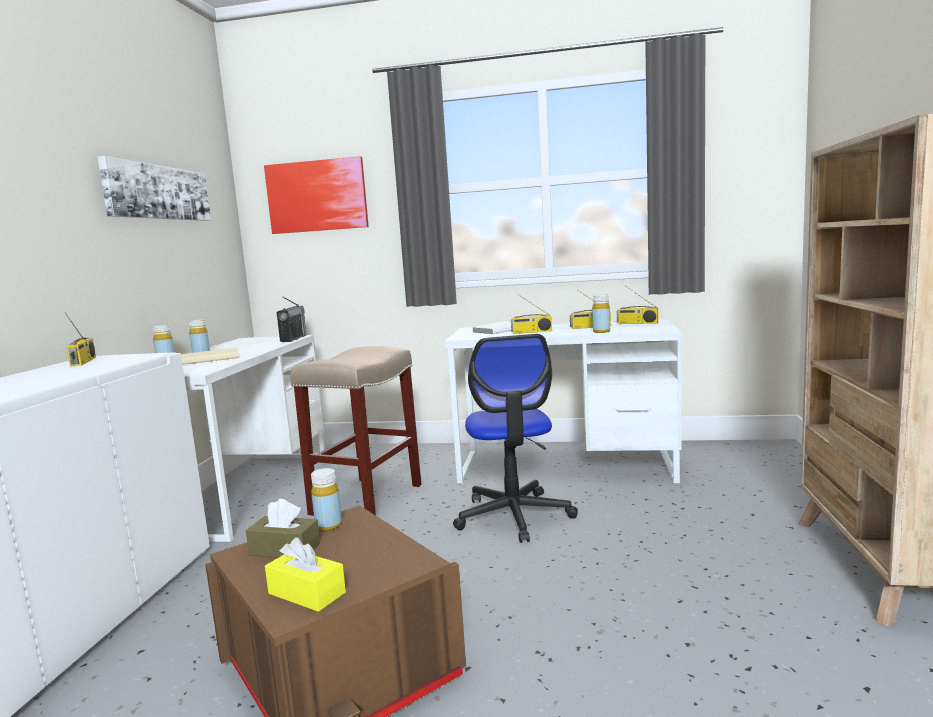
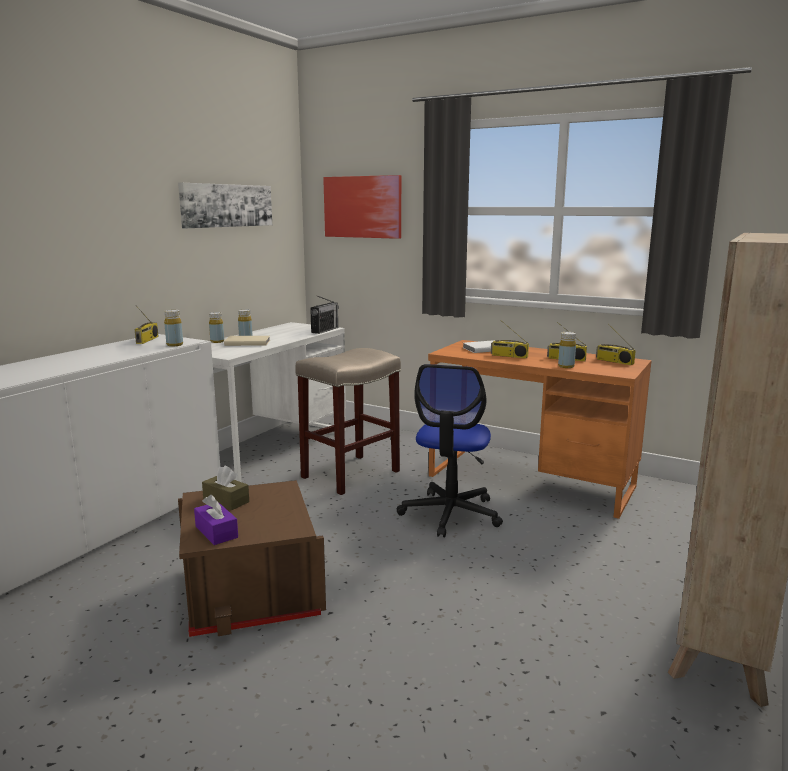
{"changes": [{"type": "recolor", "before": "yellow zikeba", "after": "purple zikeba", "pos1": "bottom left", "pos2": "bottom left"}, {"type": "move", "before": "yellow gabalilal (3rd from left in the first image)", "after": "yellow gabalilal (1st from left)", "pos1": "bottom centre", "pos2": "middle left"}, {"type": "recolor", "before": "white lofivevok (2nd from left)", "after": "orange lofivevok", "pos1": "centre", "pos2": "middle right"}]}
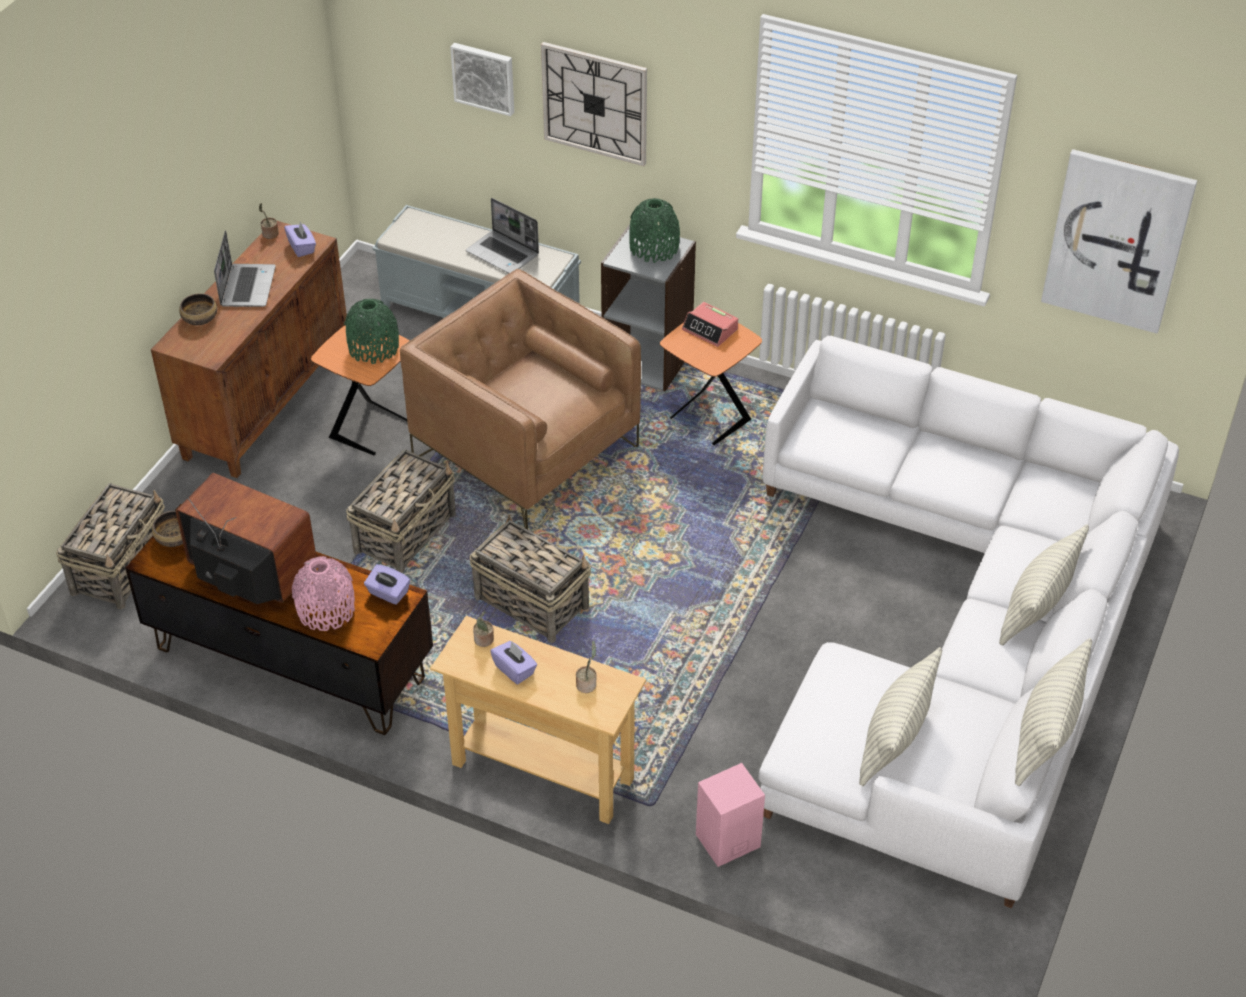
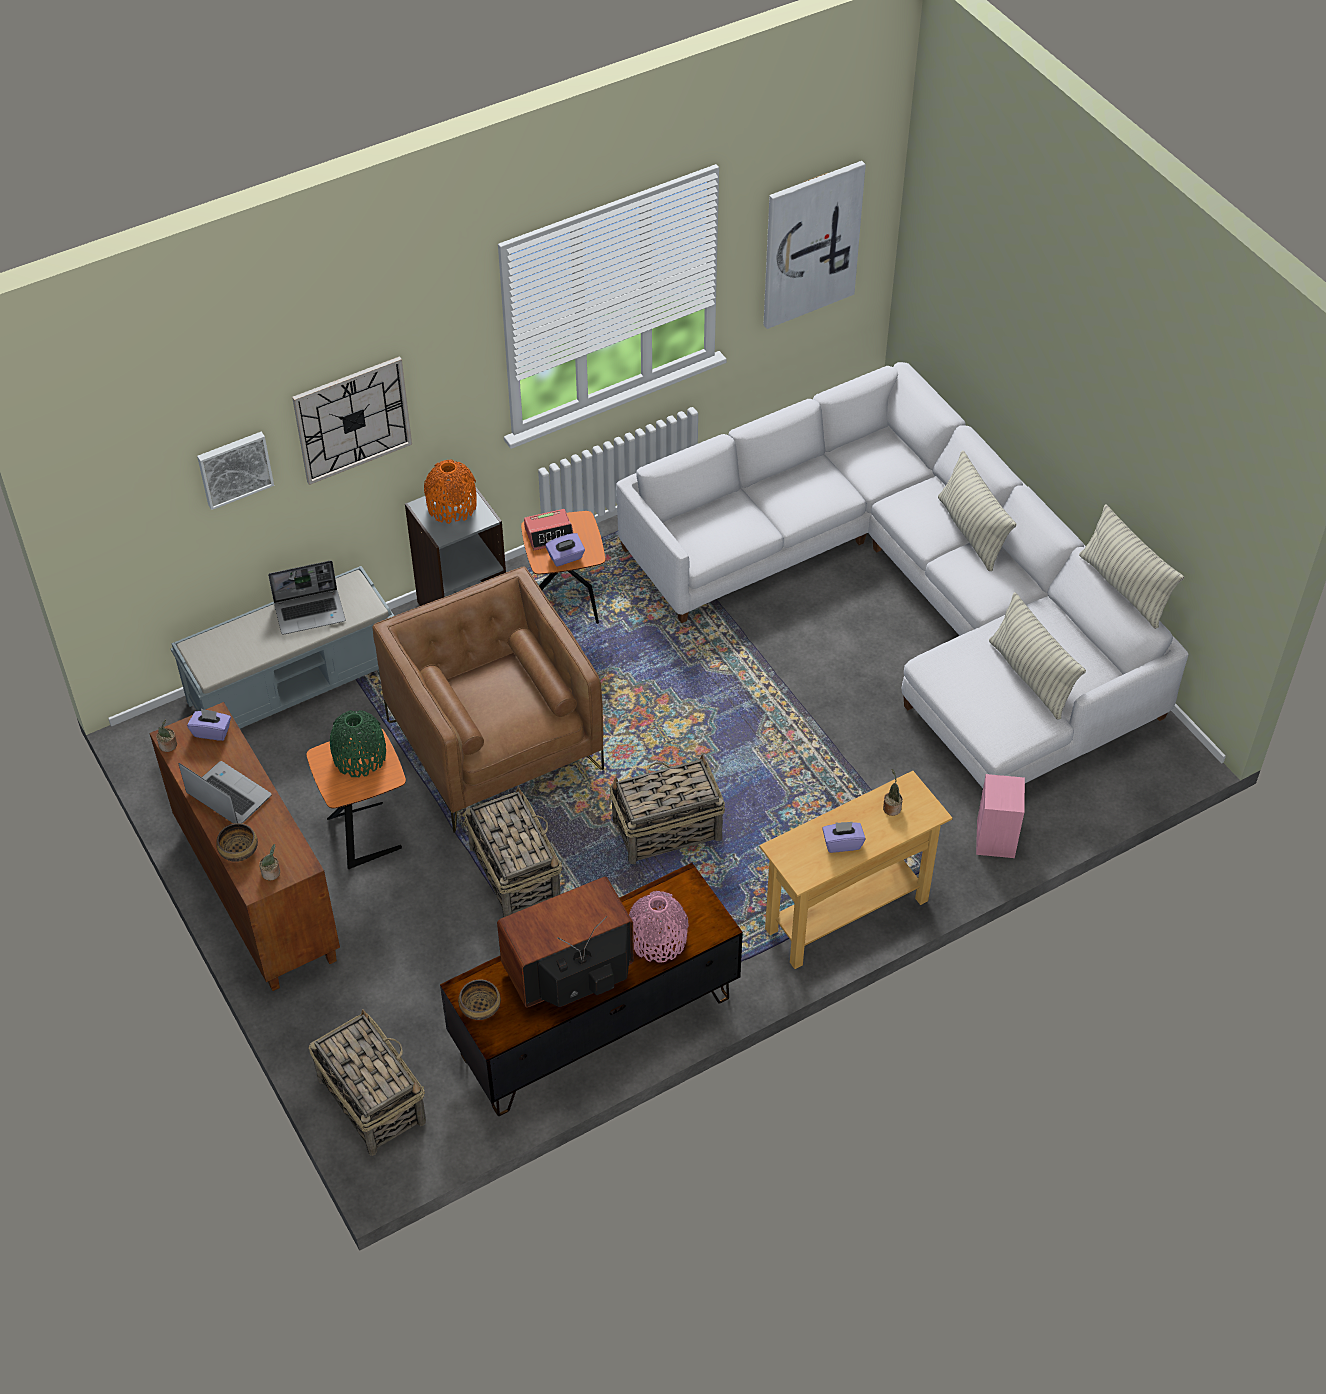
{"changes": [{"type": "move", "before": "purple zikeba (2nd from left)", "pos1": "middle left", "pos2": "centre"}, {"type": "rotate", "before": "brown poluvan", "pos1": "centre", "pos2": "centre", "turn": 75}, {"type": "move", "before": "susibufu (2nd from left)", "pos1": "centre", "pos2": "middle left"}, {"type": "recolor", "before": "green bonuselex (2nd from left)", "after": "orange bonuselex", "pos1": "top centre", "pos2": "centre"}]}
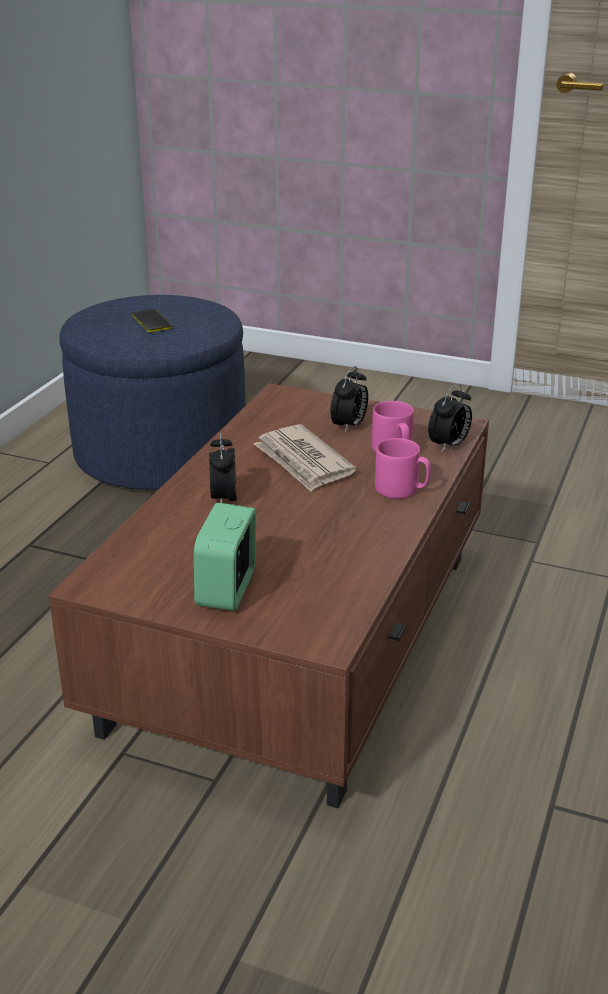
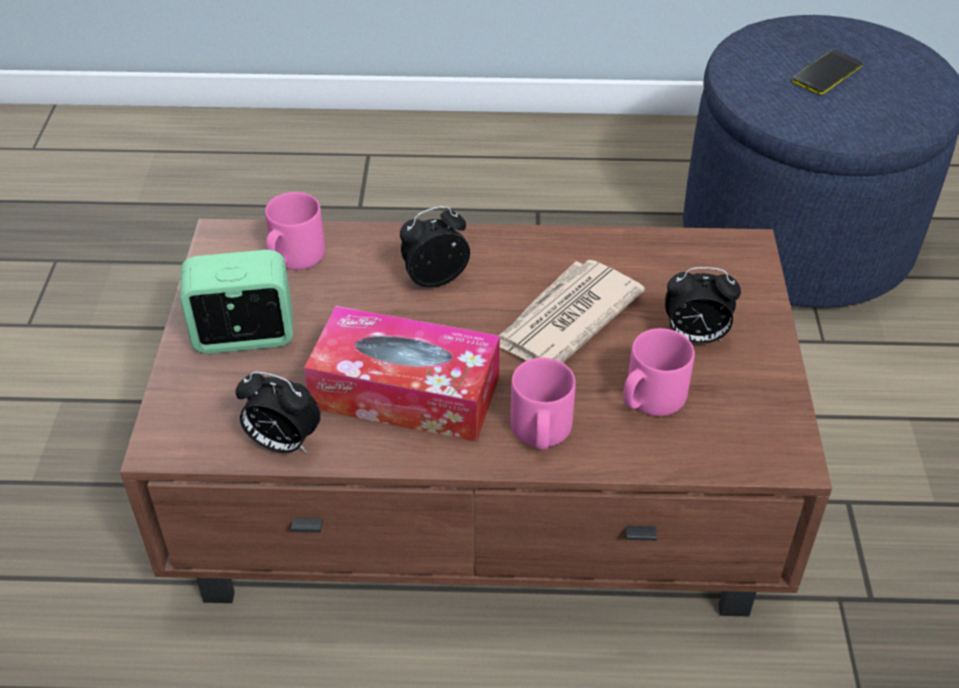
{"changes": [{"type": "move", "before": "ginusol (4th from left in the first image)", "after": "ginusol (2nd from left)", "pos1": "middle right", "pos2": "middle left"}, {"type": "insert", "after": "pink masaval (1st from left)", "pos2": "middle left"}, {"type": "insert", "after": "zikeba", "pos2": "centre"}]}
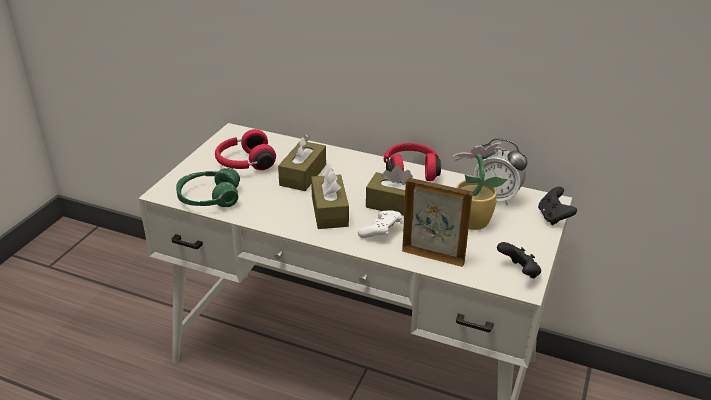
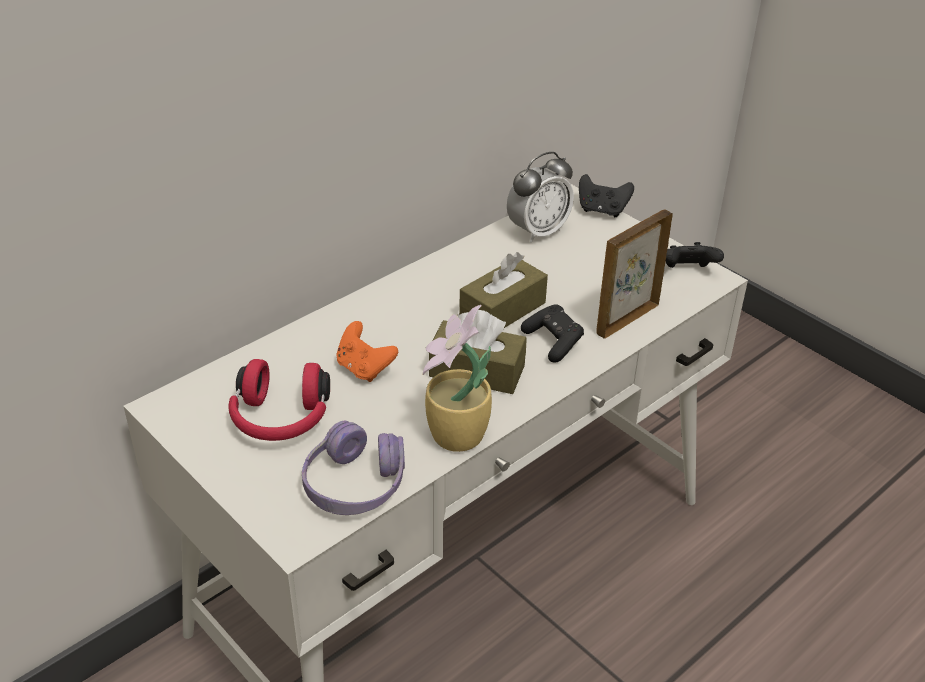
{"changes": [{"type": "recolor", "before": "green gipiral", "after": "purple gipiral", "pos1": "middle left", "pos2": "bottom centre"}, {"type": "replace", "before": "brown zikeba (1st from left)", "after": "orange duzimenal", "pos1": "centre", "pos2": "centre"}, {"type": "recolor", "before": "white duzimenal", "after": "black duzimenal (1st from left)", "pos1": "centre", "pos2": "centre"}, {"type": "delete", "before": "red gipiral (2nd from left)", "pos1": "centre"}, {"type": "move", "before": "susibufu", "pos1": "middle right", "pos2": "centre"}]}
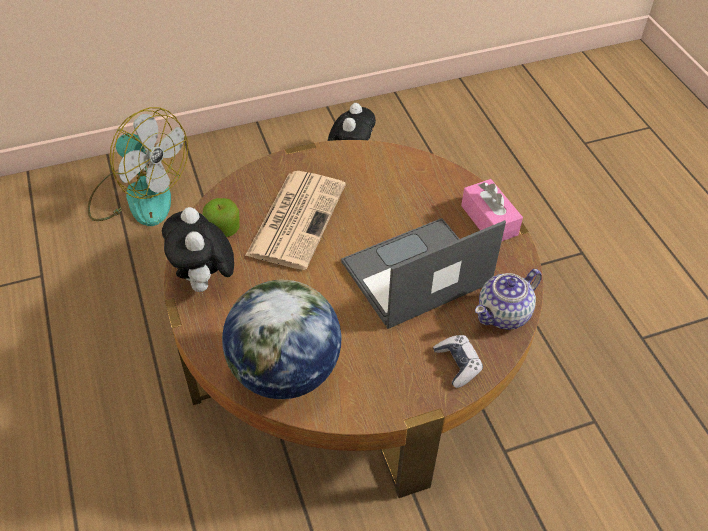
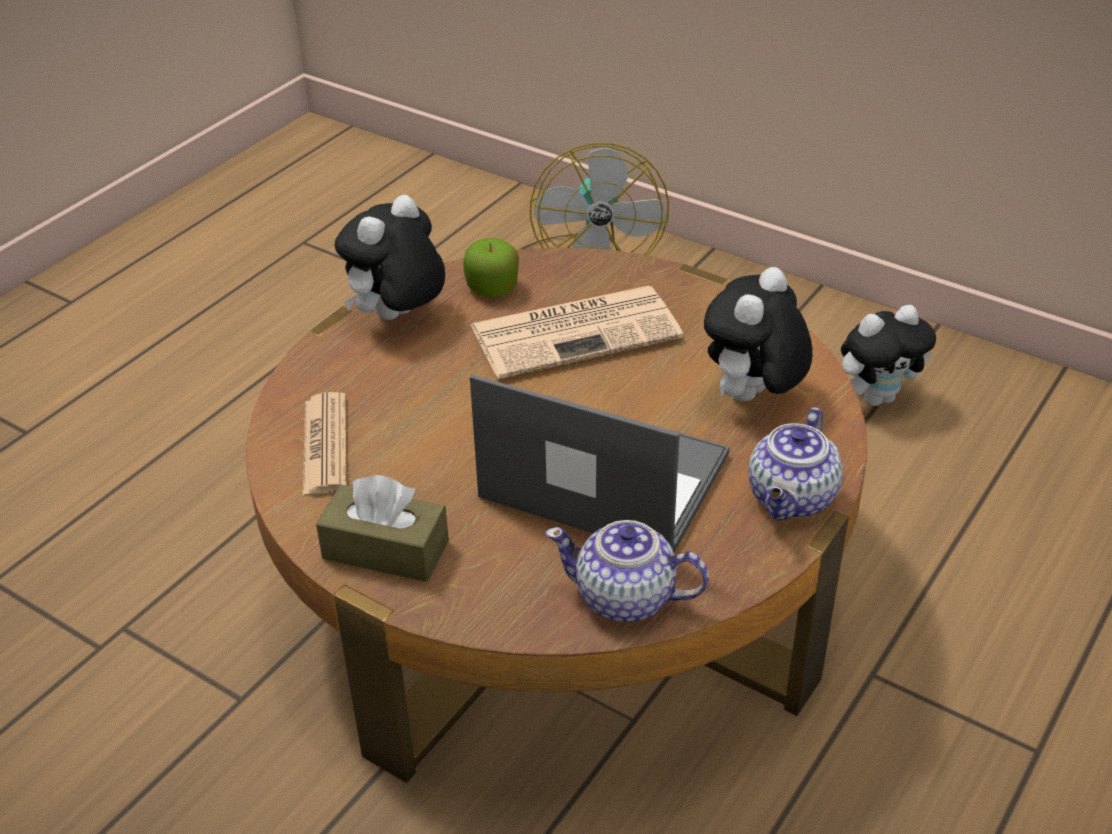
{"changes": [{"type": "replace", "before": "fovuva", "after": "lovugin (1st from left)", "pos1": "centre", "pos2": "middle left"}, {"type": "delete", "before": "duzimenal", "pos1": "bottom centre"}, {"type": "replace", "before": "pink zikeba", "after": "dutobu (2nd from left)", "pos1": "middle right", "pos2": "middle right"}, {"type": "insert", "after": "brown zikeba", "pos2": "centre"}, {"type": "insert", "after": "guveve (2nd from left)", "pos2": "middle right"}]}
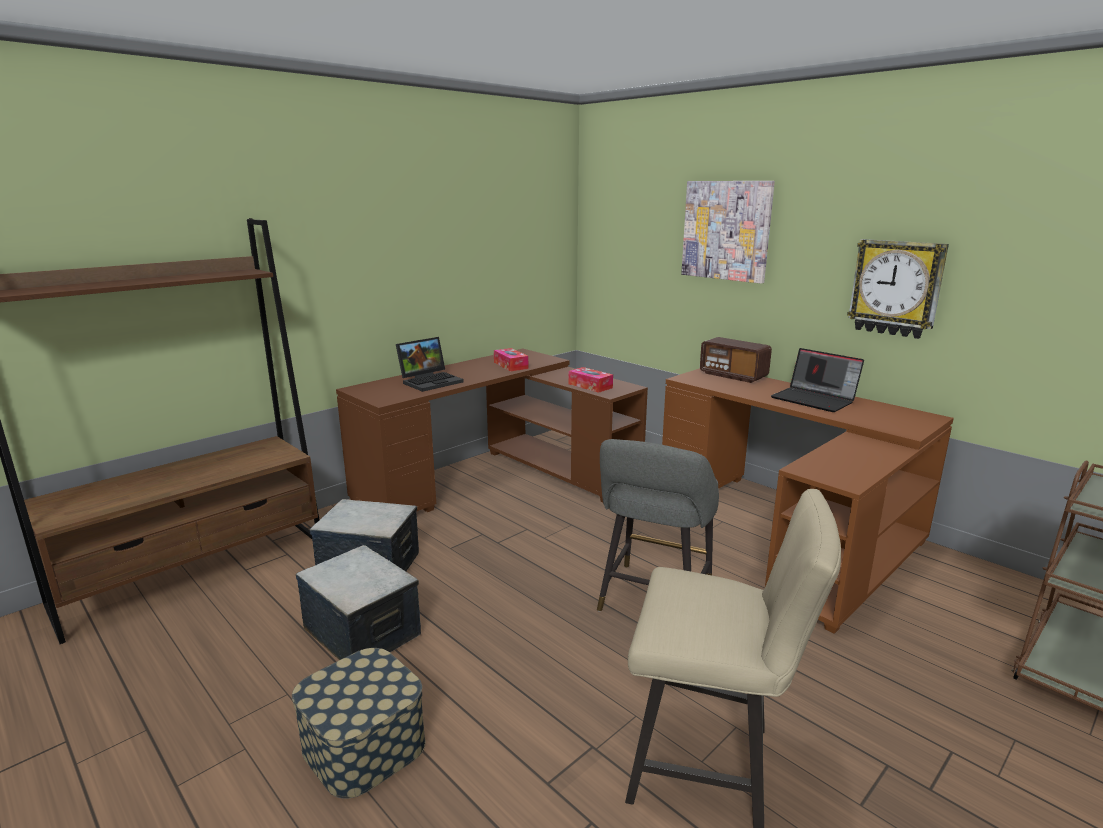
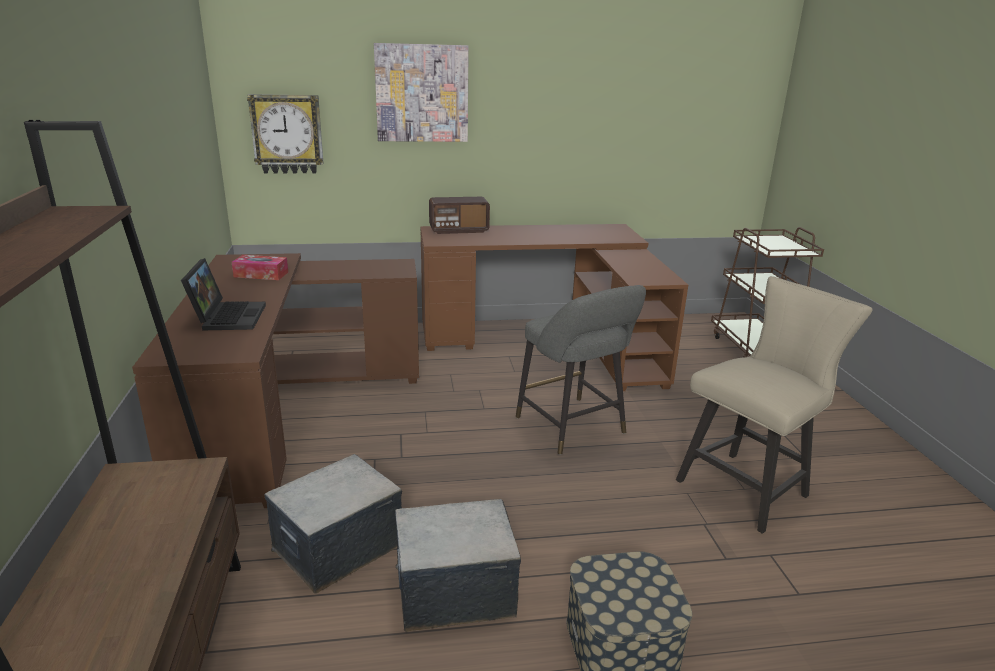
{"changes": [{"type": "delete", "before": "zikeba (2nd from left)", "pos1": "centre"}, {"type": "delete", "before": "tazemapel (2nd from left)", "pos1": "middle right"}, {"type": "move", "before": "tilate", "pos1": "middle right", "pos2": "top left"}]}
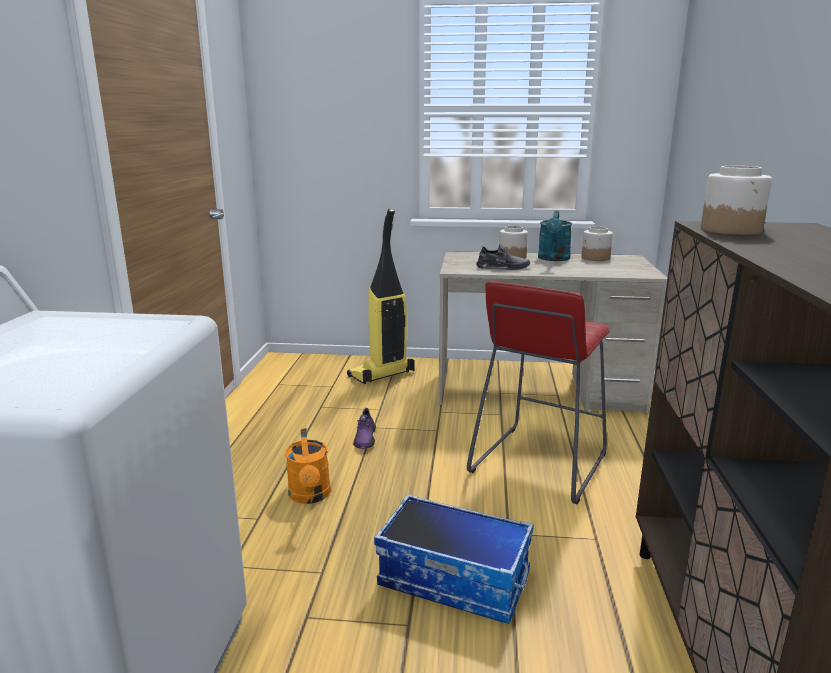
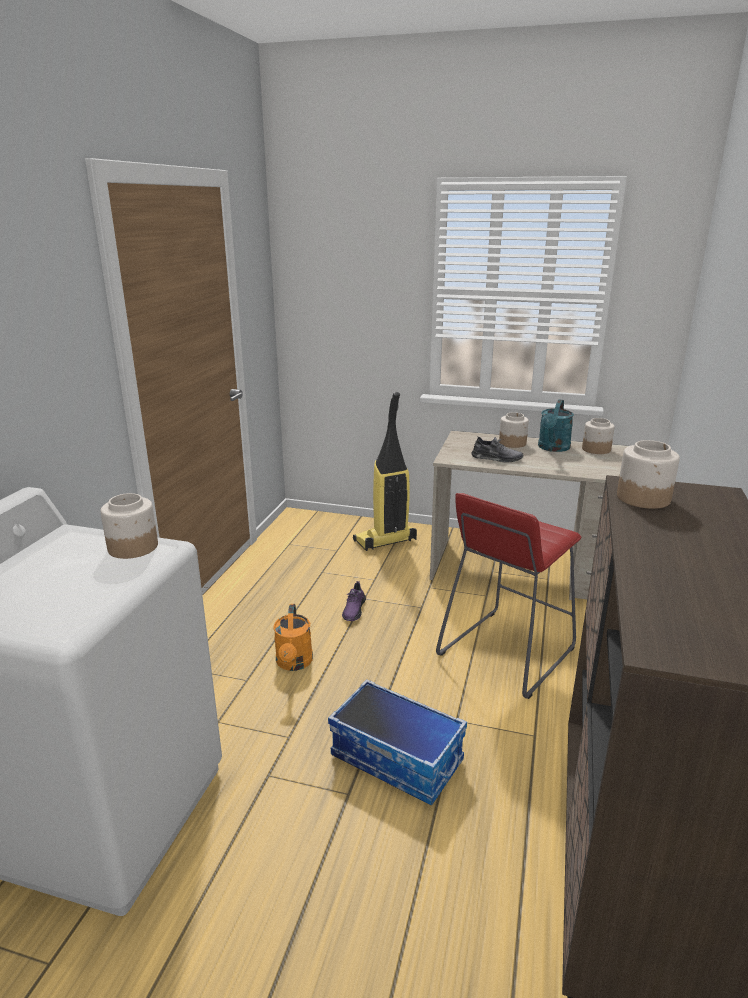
{"changes": [{"type": "insert", "after": "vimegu (1st from left)", "pos2": "middle left"}]}
